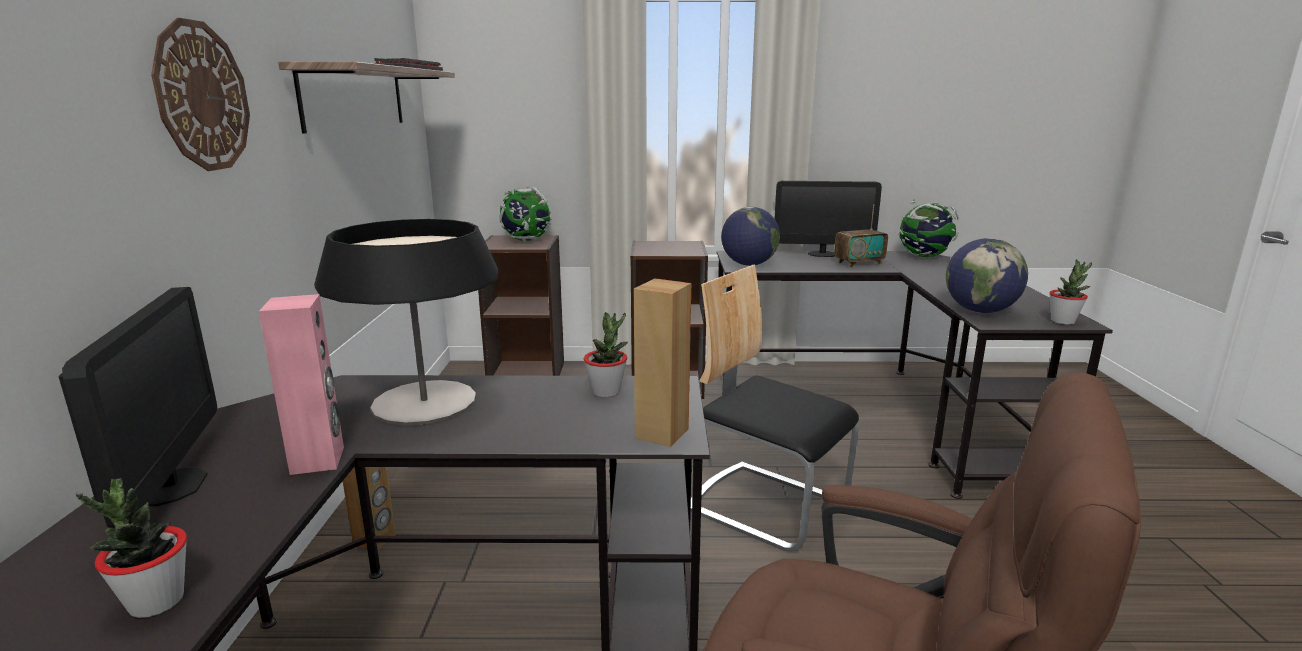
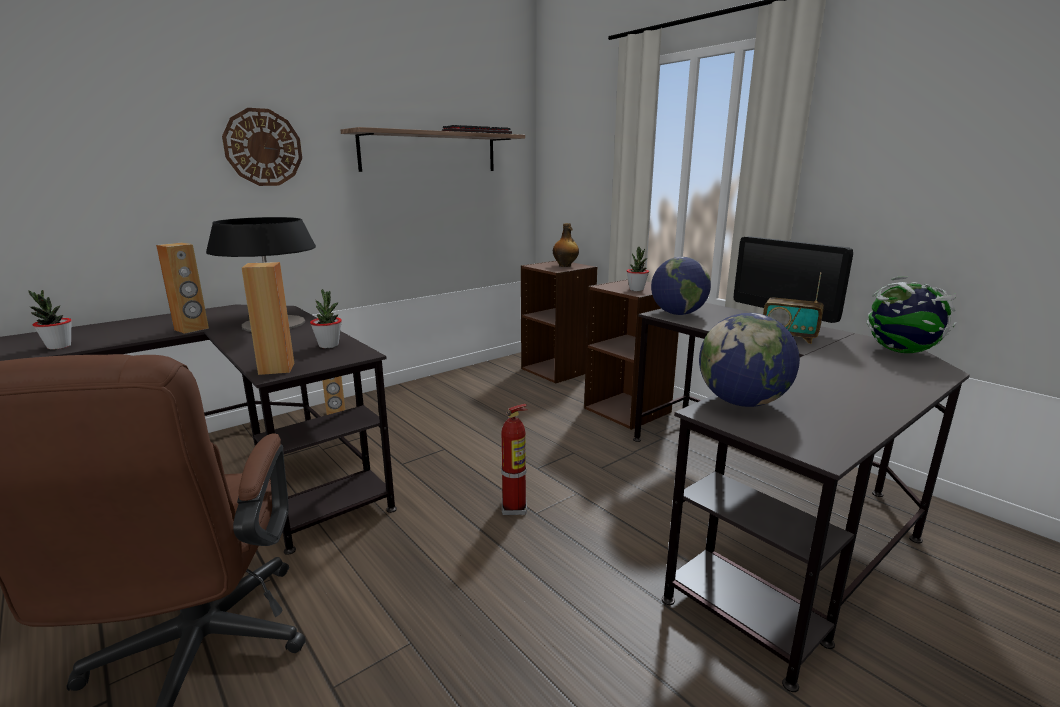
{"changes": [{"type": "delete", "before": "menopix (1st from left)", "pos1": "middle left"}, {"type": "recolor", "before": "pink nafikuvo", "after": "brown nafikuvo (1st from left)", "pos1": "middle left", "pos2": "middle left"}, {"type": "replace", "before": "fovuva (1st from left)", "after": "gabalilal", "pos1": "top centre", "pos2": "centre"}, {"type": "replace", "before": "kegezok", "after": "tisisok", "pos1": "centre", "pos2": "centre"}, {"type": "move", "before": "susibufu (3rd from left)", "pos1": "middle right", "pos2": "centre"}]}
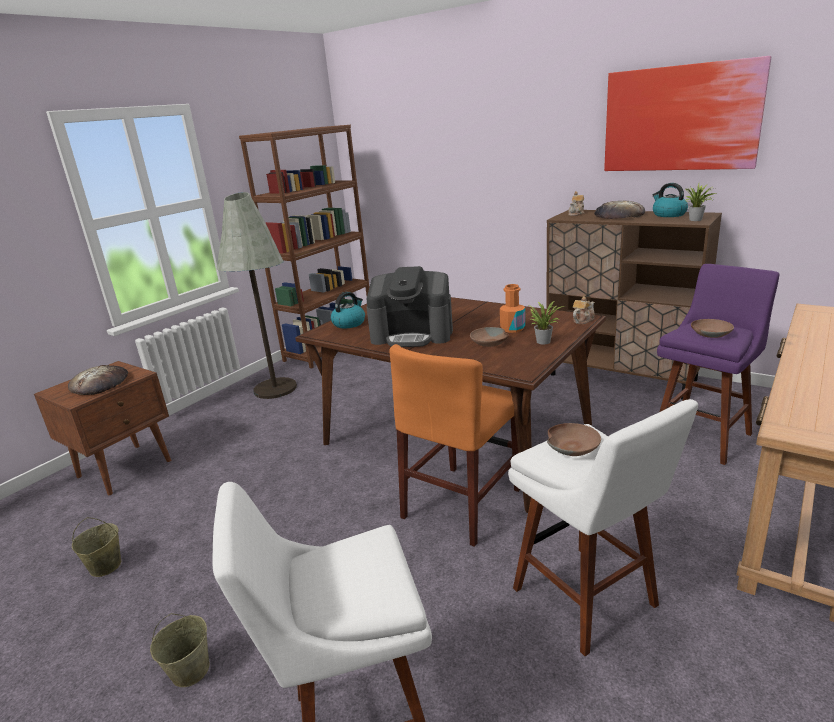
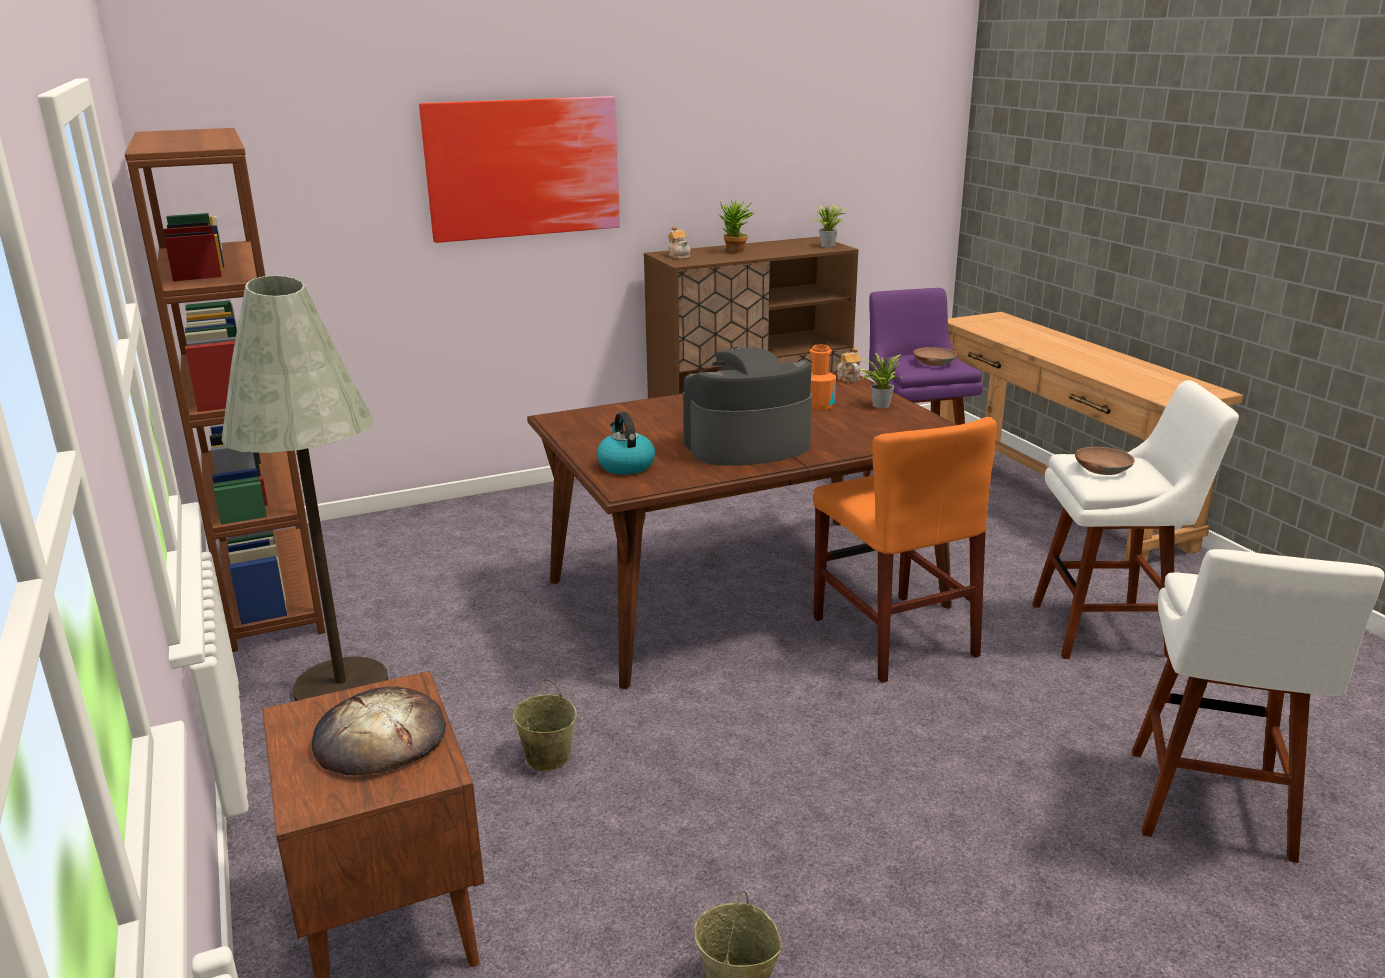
{"changes": [{"type": "move", "before": "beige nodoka (2nd from left in the first image)", "after": "beige nodoka (1st from left)", "pos1": "bottom left", "pos2": "bottom centre"}, {"type": "rotate", "before": "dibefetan", "pos1": "centre", "pos2": "centre", "turn": -150}, {"type": "delete", "before": "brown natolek (1st from left)", "pos1": "centre"}, {"type": "replace", "before": "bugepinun (2nd from left)", "after": "susibufu (1st from left)", "pos1": "top right", "pos2": "top centre"}, {"type": "move", "before": "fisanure", "pos1": "top right", "pos2": "top centre"}, {"type": "delete", "before": "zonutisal (2nd from left)", "pos1": "top right"}]}
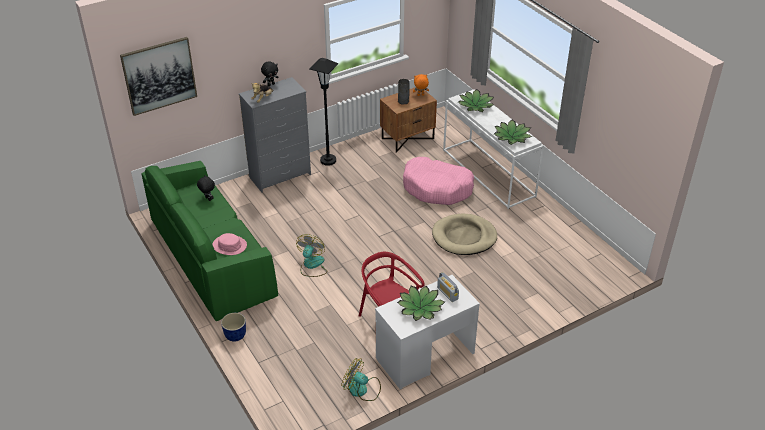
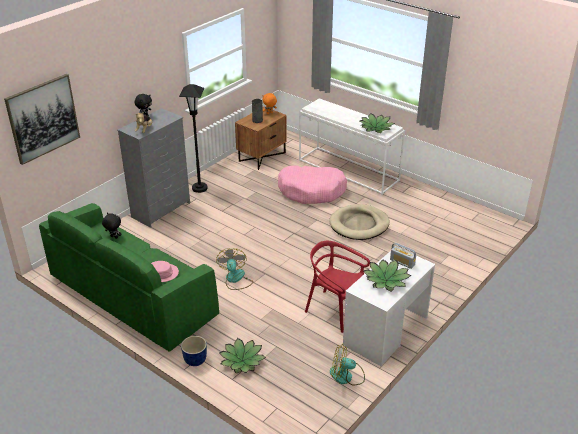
{"changes": [{"type": "move", "before": "susibufu (2nd from left in the first image)", "after": "susibufu (1st from left)", "pos1": "top centre", "pos2": "bottom centre"}]}
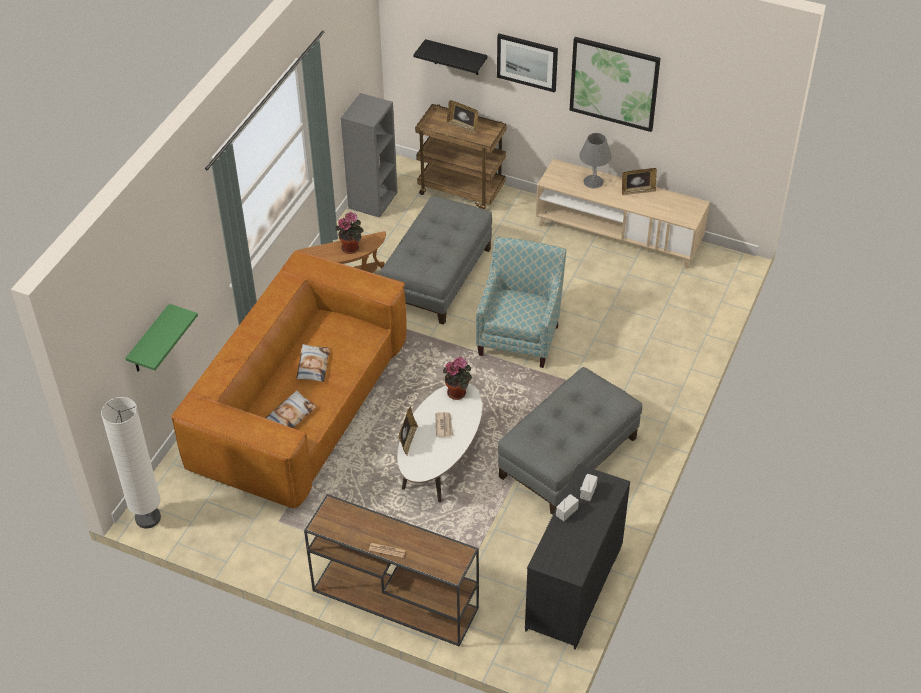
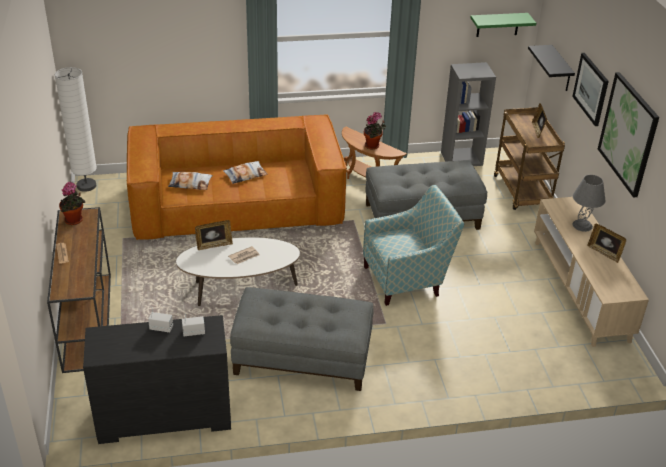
{"changes": [{"type": "move", "before": "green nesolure", "pos1": "middle left", "pos2": "top right"}, {"type": "move", "before": "susibufu (2nd from left in the first image)", "after": "susibufu (1st from left)", "pos1": "centre", "pos2": "middle left"}]}
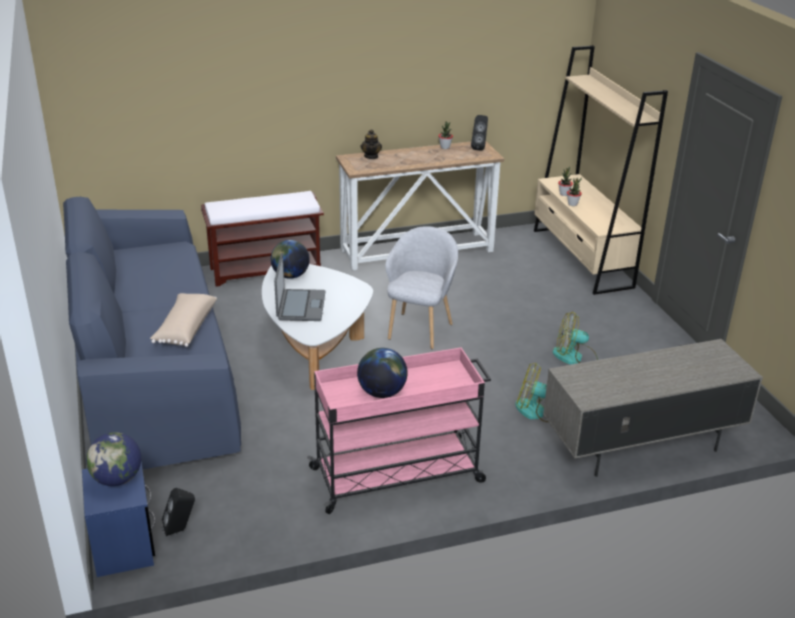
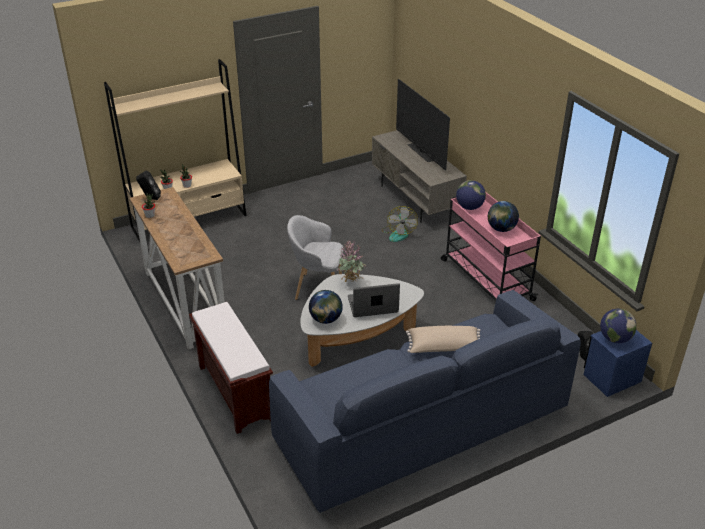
{"changes": [{"type": "delete", "before": "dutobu", "pos1": "top centre"}, {"type": "delete", "before": "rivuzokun (2nd from left)", "pos1": "middle right"}, {"type": "insert", "after": "susibufu (4th from left)", "pos2": "centre"}, {"type": "insert", "after": "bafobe", "pos2": "top centre"}, {"type": "insert", "after": "fovuva (2nd from left)", "pos2": "middle right"}]}
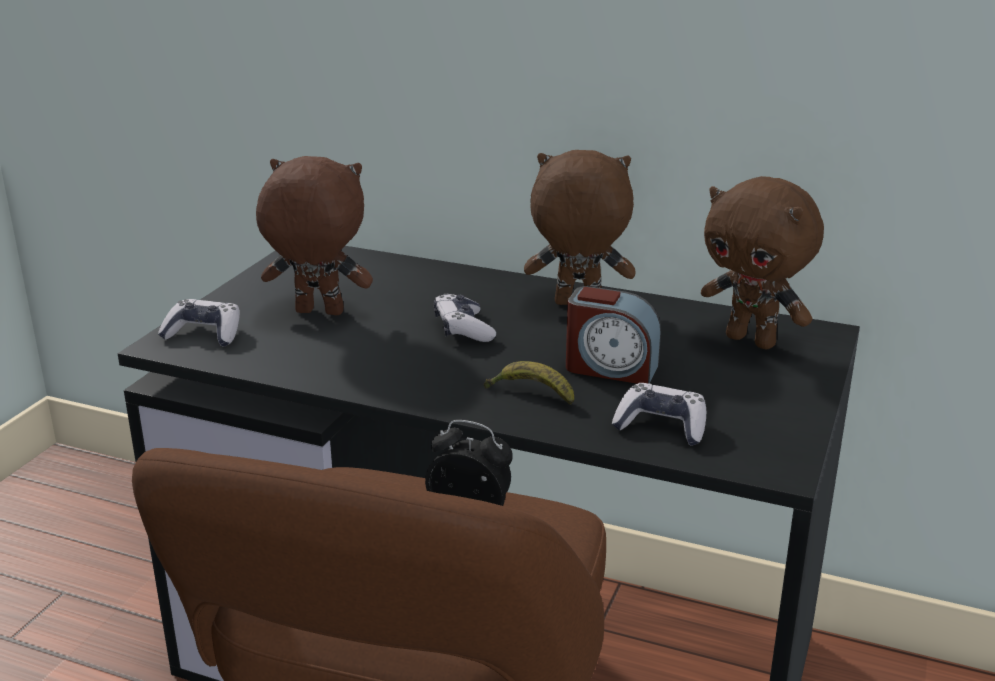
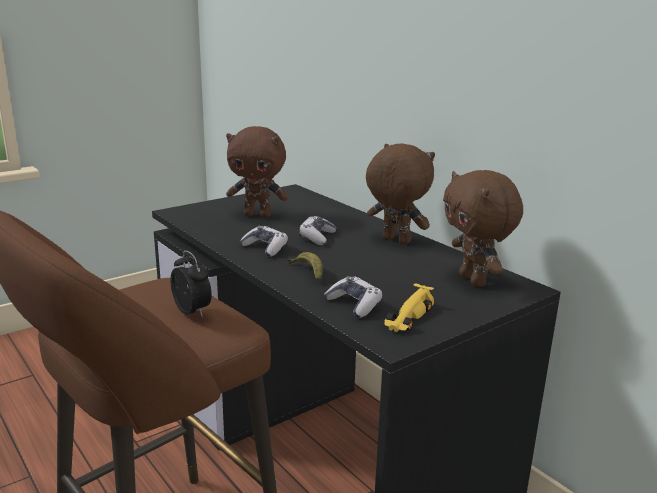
{"changes": [{"type": "move", "before": "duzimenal (1st from left)", "pos1": "middle left", "pos2": "centre"}, {"type": "rotate", "before": "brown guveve (1st from left)", "pos1": "middle left", "pos2": "centre", "turn": 150}, {"type": "delete", "before": "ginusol (2nd from left)", "pos1": "centre"}, {"type": "insert", "after": "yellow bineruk", "pos2": "centre"}]}
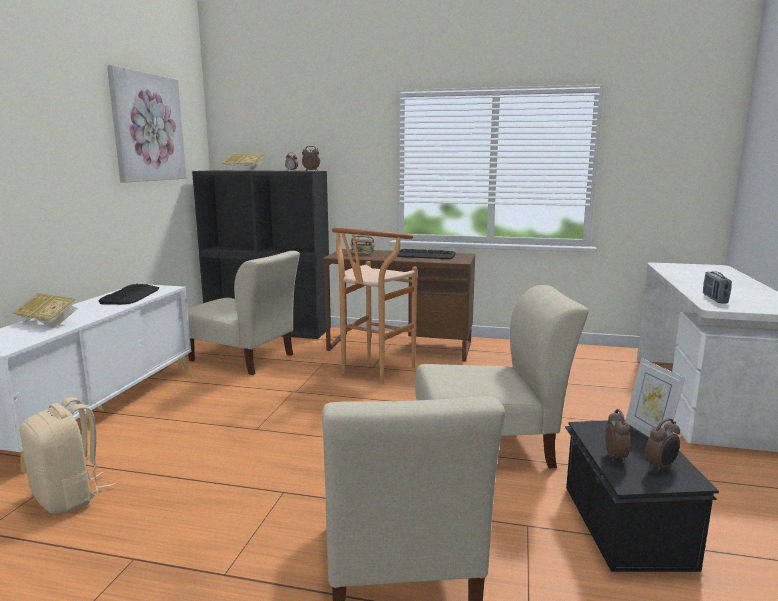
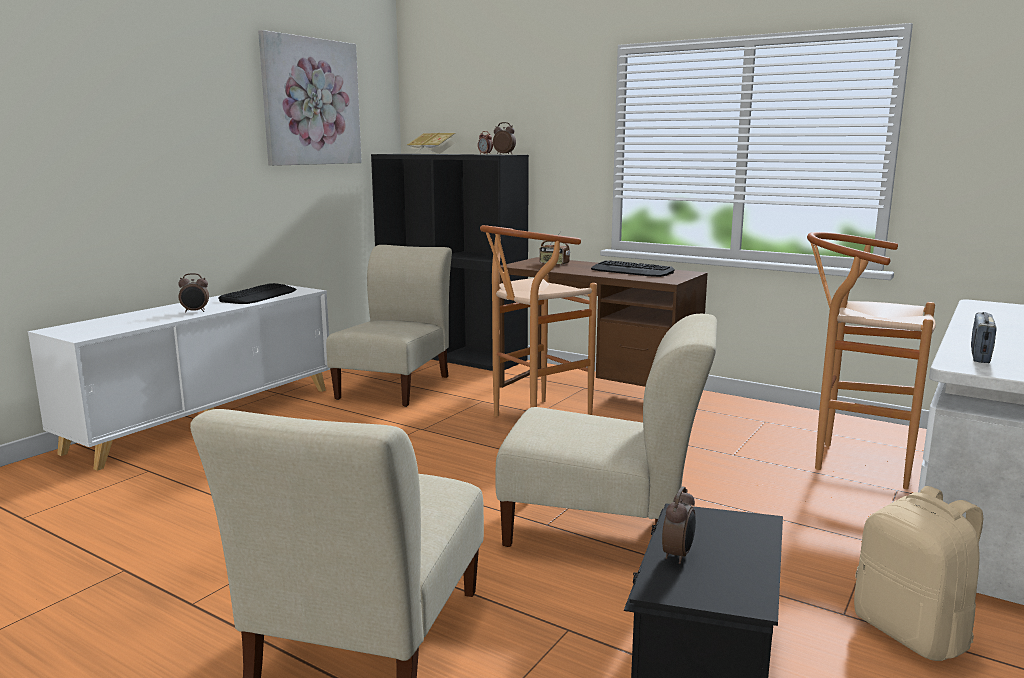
{"changes": [{"type": "delete", "before": "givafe (1st from left)", "pos1": "middle left"}, {"type": "move", "before": "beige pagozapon", "pos1": "bottom left", "pos2": "bottom right"}, {"type": "rotate", "before": "beige kegezok (1st from left in the first image)", "pos1": "middle left", "pos2": "centre", "turn": -120}, {"type": "delete", "before": "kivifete", "pos1": "middle right"}, {"type": "move", "before": "ginusol (4th from left in the first image)", "after": "ginusol (1st from left)", "pos1": "bottom right", "pos2": "middle left"}, {"type": "insert", "after": "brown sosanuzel (2nd from left)", "pos2": "middle right"}]}
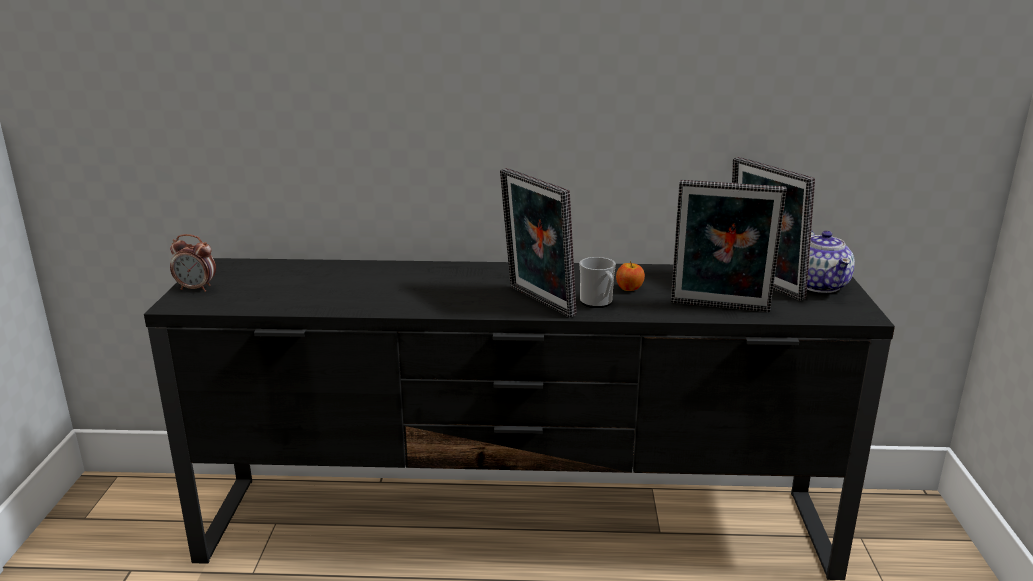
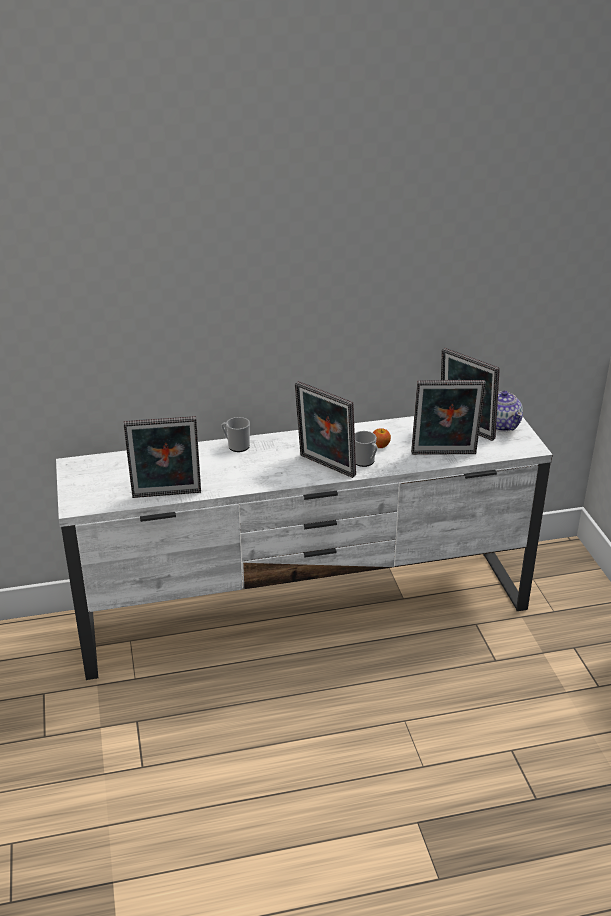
{"changes": [{"type": "recolor", "before": "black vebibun", "after": "white vebibun", "pos1": "bottom centre", "pos2": "centre"}, {"type": "delete", "before": "ginusol", "pos1": "middle left"}, {"type": "insert", "after": "kivifete (1st from left)", "pos2": "middle left"}, {"type": "insert", "after": "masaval (1st from left)", "pos2": "centre"}]}
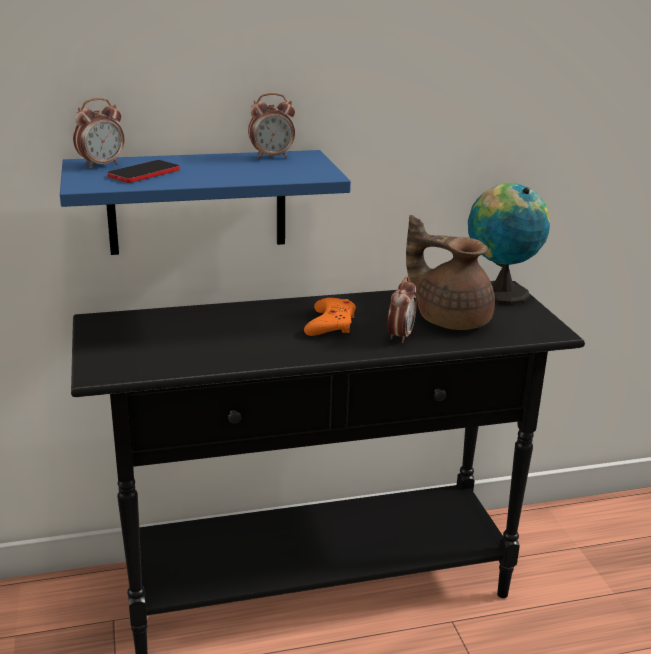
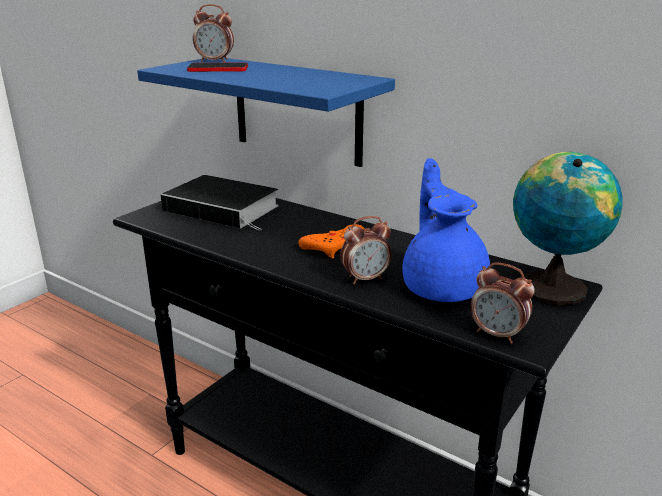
{"changes": [{"type": "move", "before": "ginusol (2nd from left in the first image)", "after": "ginusol (3rd from left)", "pos1": "top centre", "pos2": "middle right"}, {"type": "recolor", "before": "brown dutobu", "after": "blue dutobu", "pos1": "middle right", "pos2": "middle right"}, {"type": "insert", "after": "givafe", "pos2": "middle left"}]}
